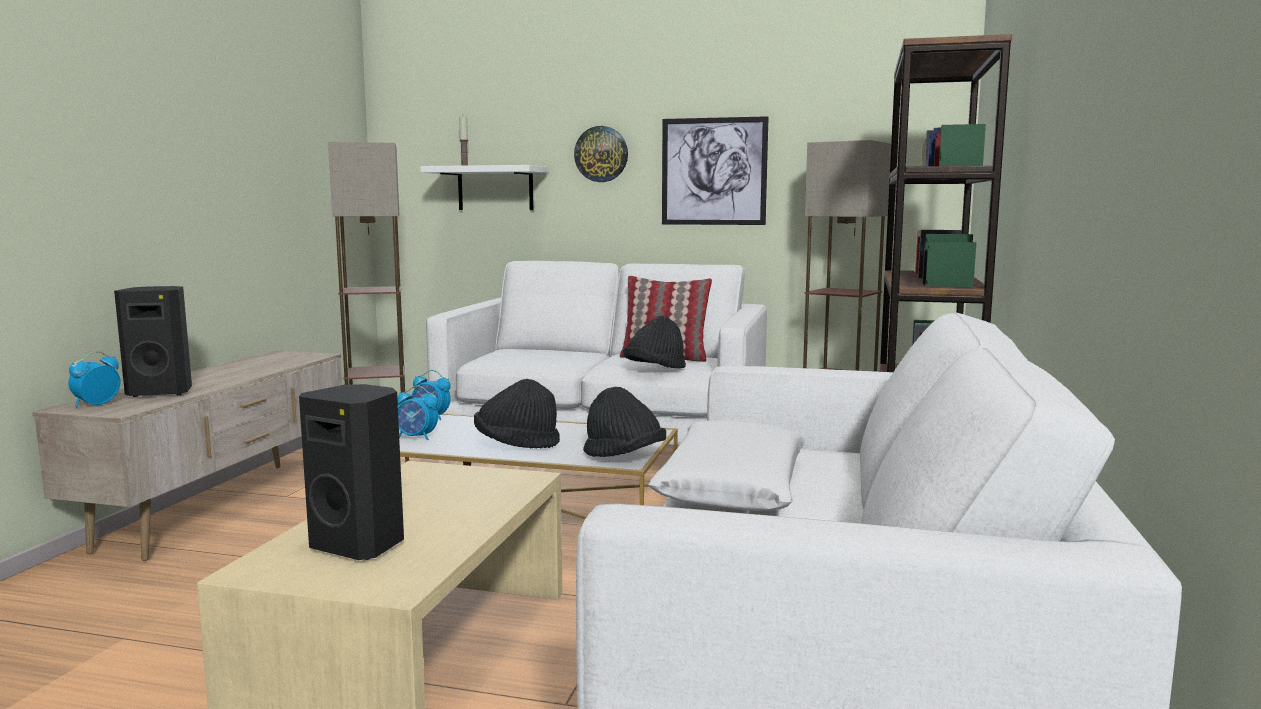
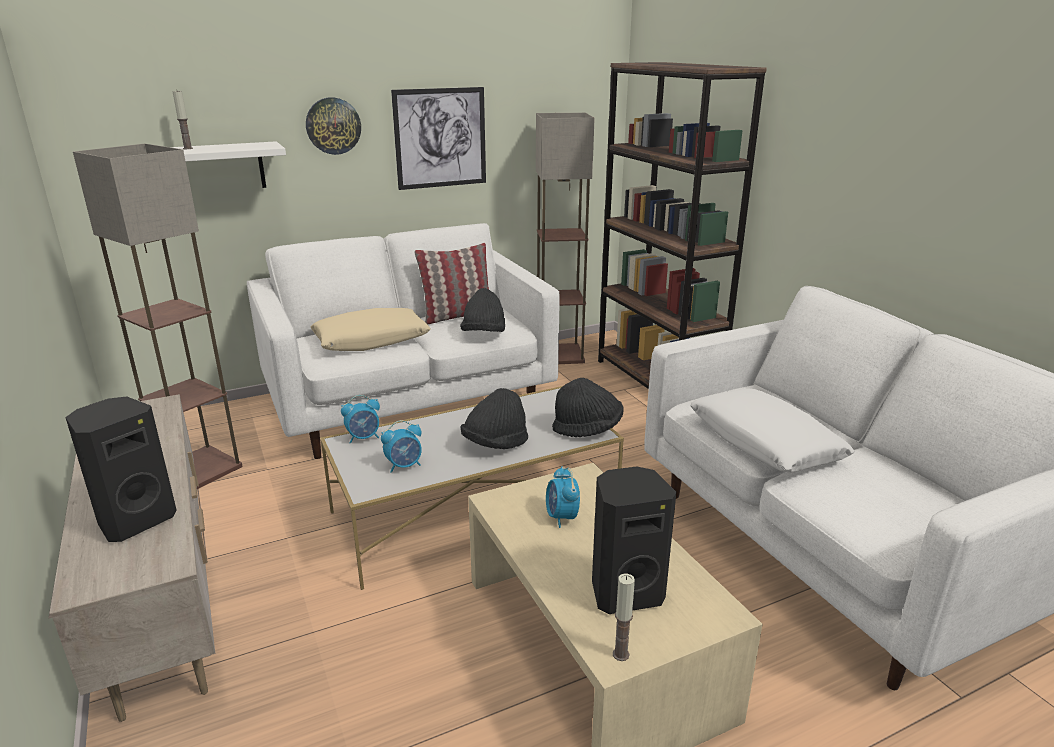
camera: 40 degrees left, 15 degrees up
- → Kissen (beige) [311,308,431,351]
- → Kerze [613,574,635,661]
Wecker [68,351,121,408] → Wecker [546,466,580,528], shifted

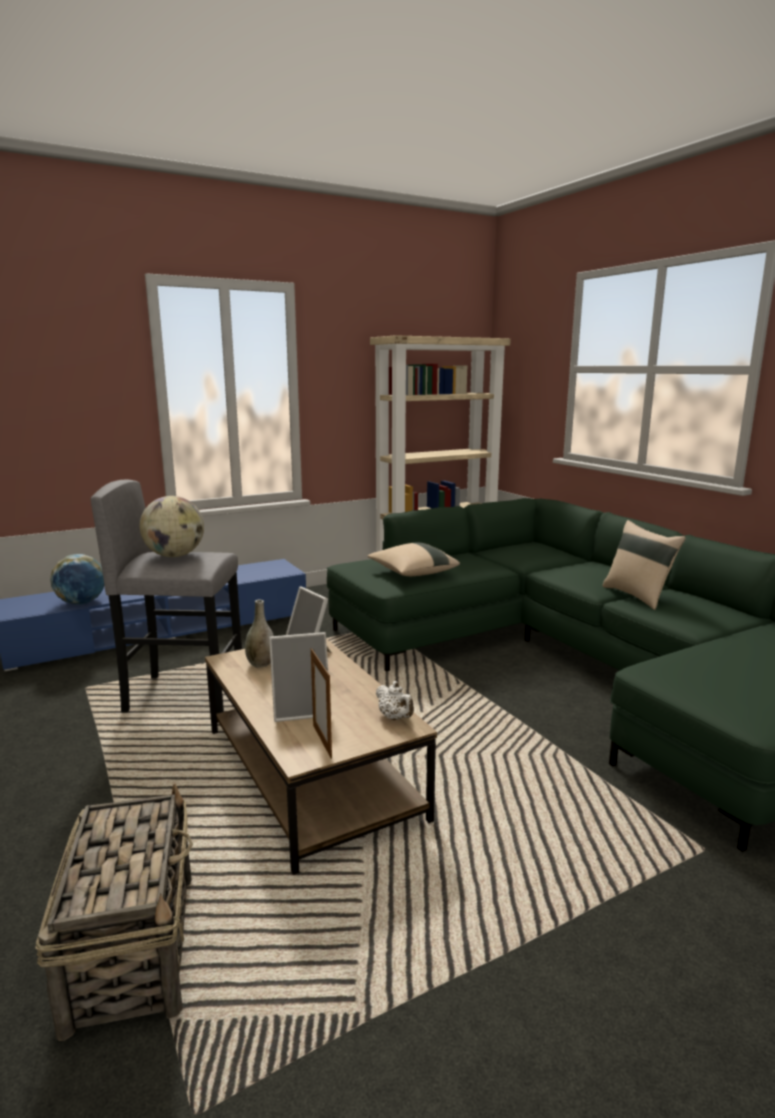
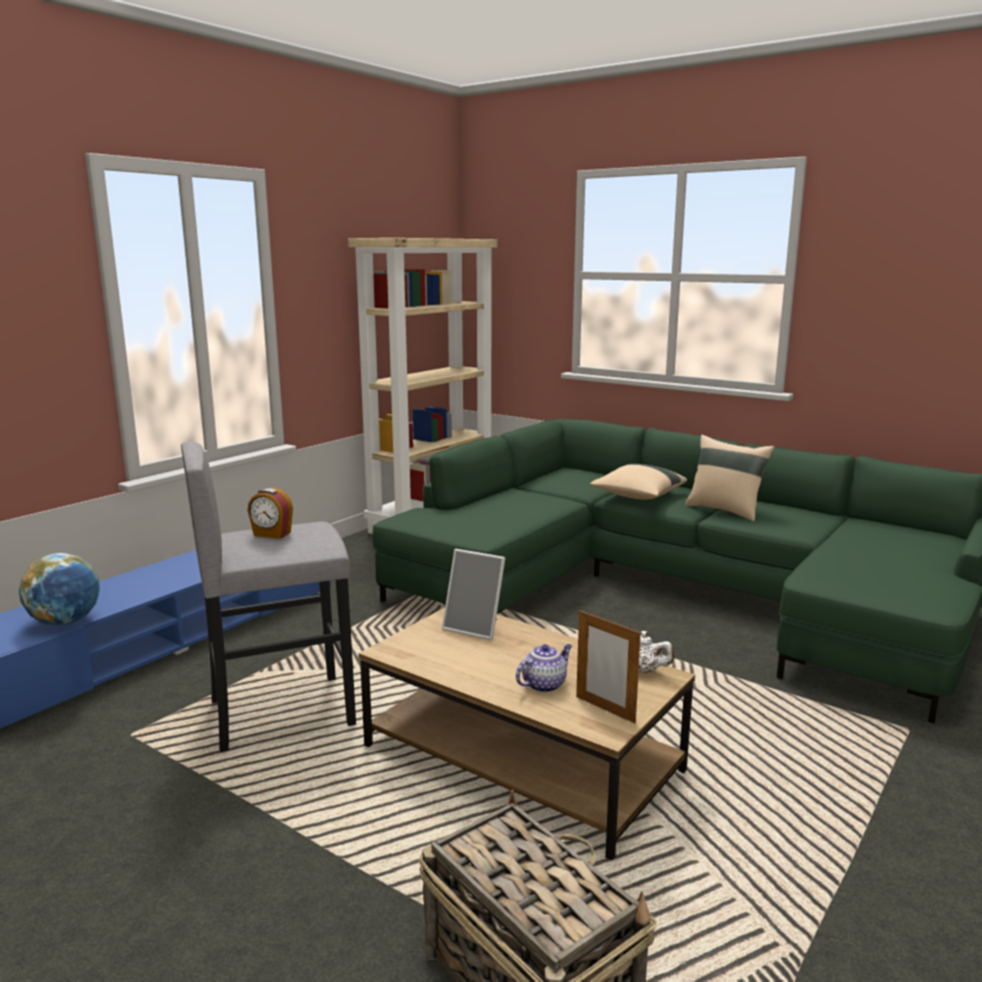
camera: 25 degrees left, 0 degrees up
Vase (grau) [245,599,274,668] → -
Kissen (beige) [367,543,460,576] → Kissen (beige) [590,464,687,500], shifted
Globus [140,496,204,557] → Wecker [247,488,293,539]
Bilderrahmen [269,632,328,722] → Teekanne [516,644,572,693]

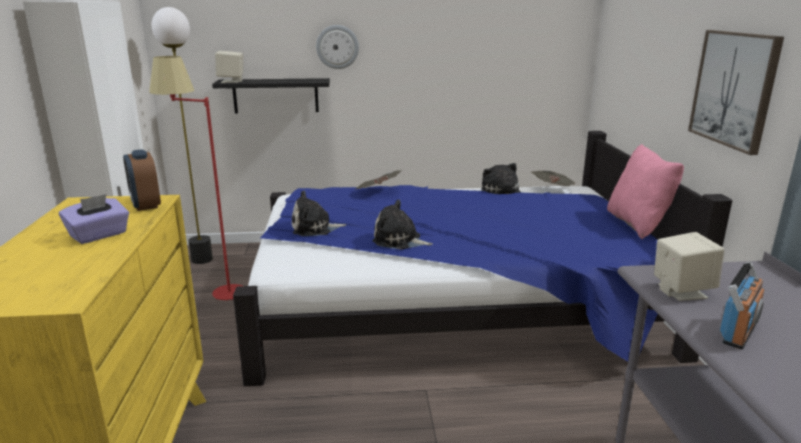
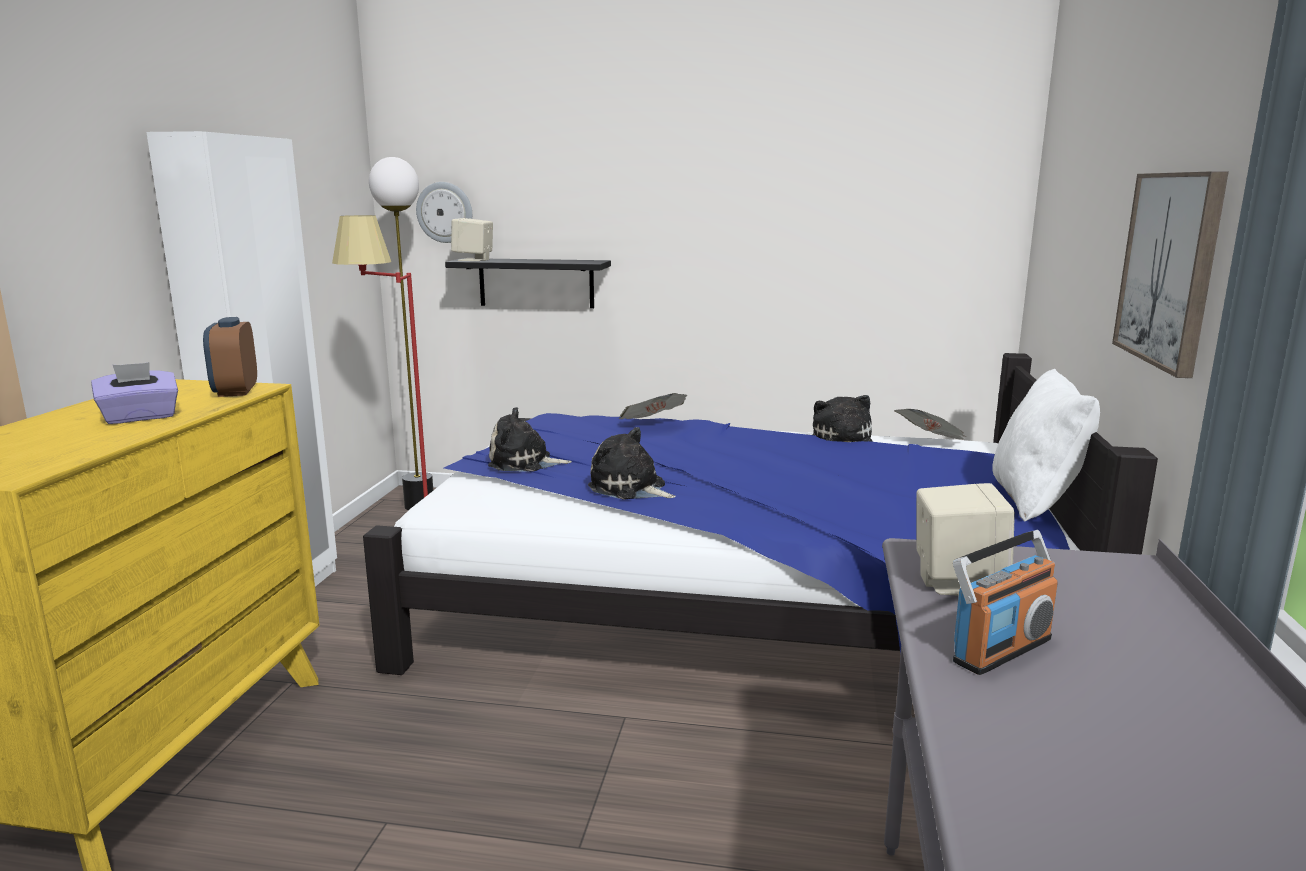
camera: 15 degrees right, 5 degrees down
Wanduhr [316,25,359,69] → Wanduhr [416,182,472,243], shifted
Kissen (rosa) [607,144,684,239] → Kissen (weiß) [992,369,1100,522]

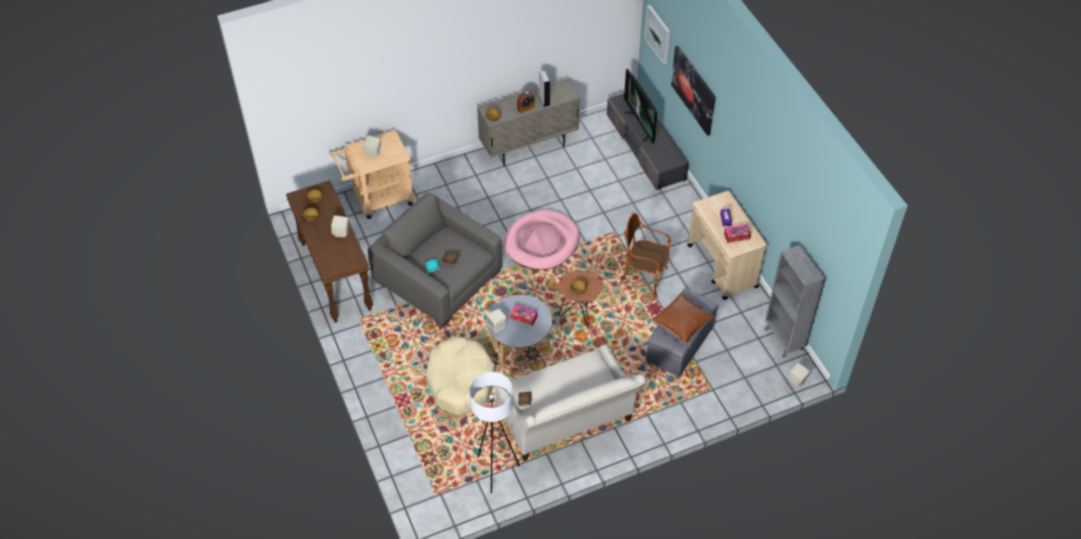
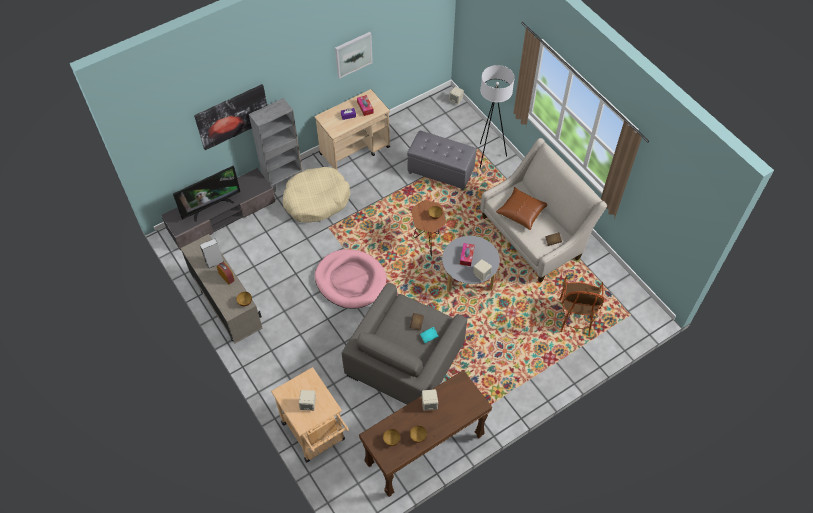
camera: 100 degrees left, 5 degrees up
Hundebett (beige) [426,336,495,415] → Hundebett (beige) [283,167,350,223], shifted
Stehlampe (weiß) [470,372,520,493] → Stehlampe (weiß) [480,65,515,168], shifted
Sessel [619,213,671,297] → Sessel [559,276,604,336], shifted
Bild [645,5,670,65] → Bild [335,32,373,79], shifted
Kissen (braun) [652,293,715,344] → Kissen (braun) [496,187,547,230], shifted
Bücherregal (grau) [764,244,826,358] → Bücherregal (grau) [249,98,303,193], shifted

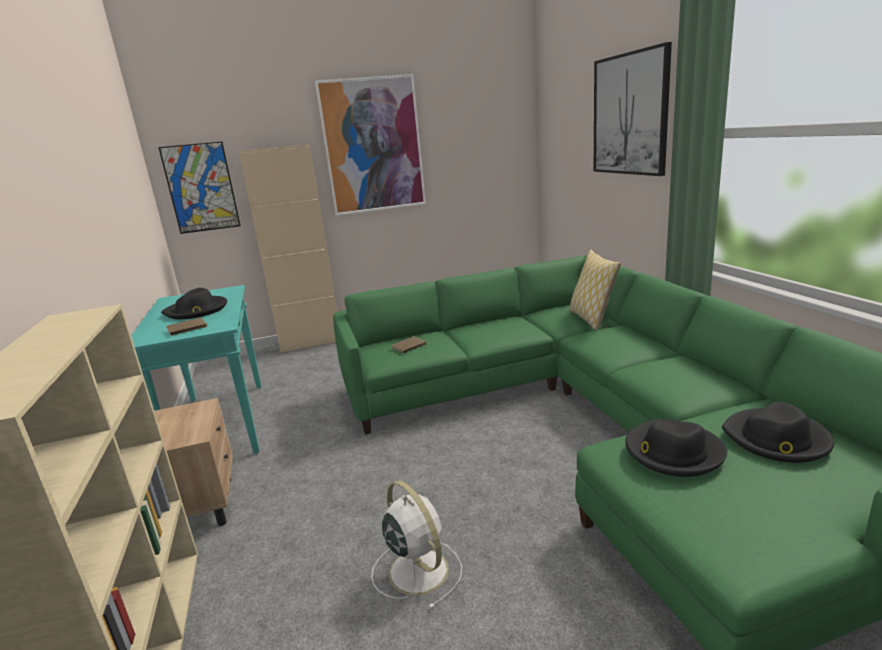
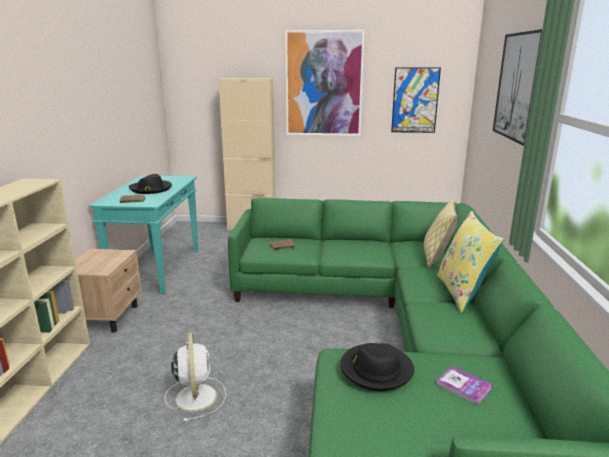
camera: 20 degrees right, 0 degrees up
- → Kissen (gelb) [437,211,504,313]
Bild [158,141,241,234] → Bild [391,67,441,133], shifted
Hut (schwarz) [722,402,834,463] → Buch [436,366,493,405]

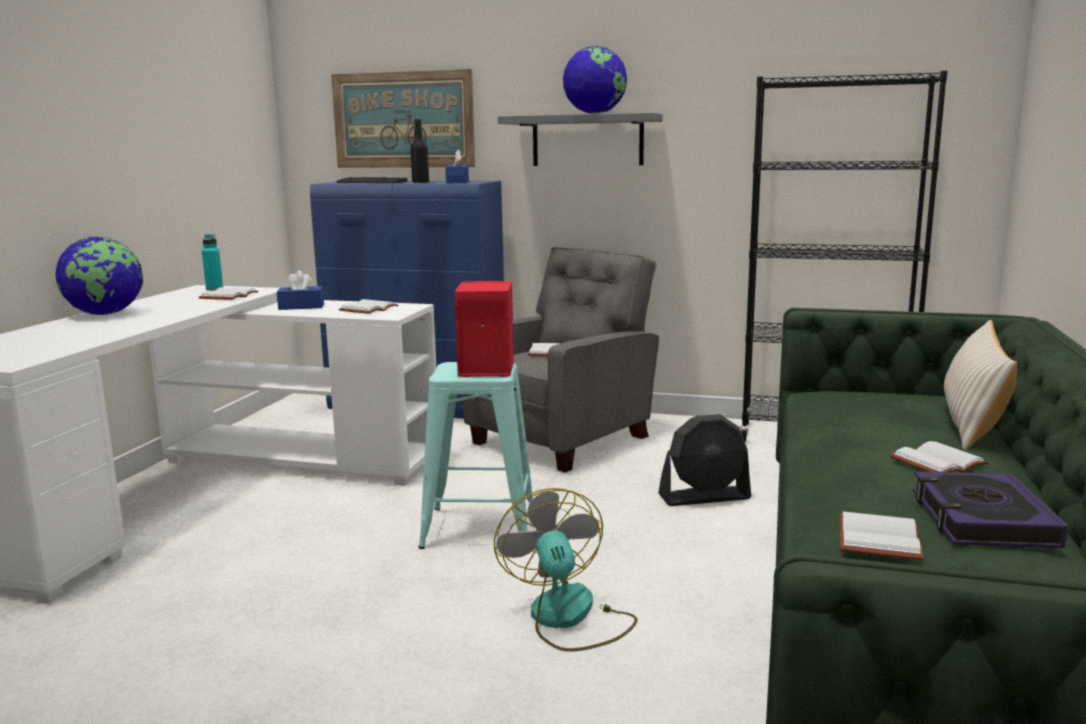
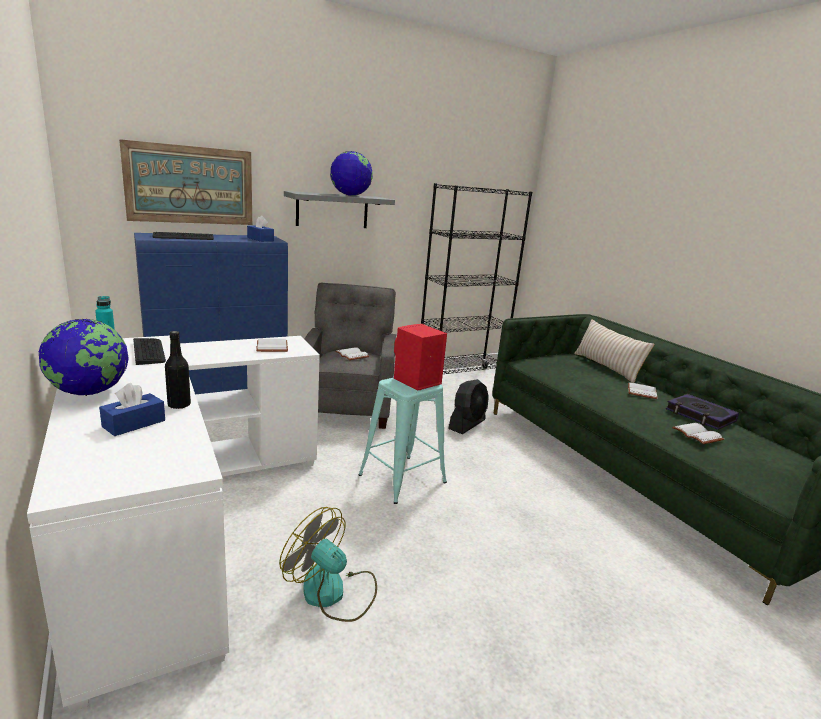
camera: 45 degrees left, 5 degrees up
Taschentuchbox (blau) [277,271,324,310] → Taschentuchbox (blau) [99,383,165,436], shifted
Flasche (schwarz) [410,119,429,183] → Flasche (schwarz) [165,331,191,409], shifted
Ventilator [494,488,637,652] → Ventilator [279,507,377,622], shifted
Buch (weiß) [198,287,258,300] → Tastatur [133,338,166,365]

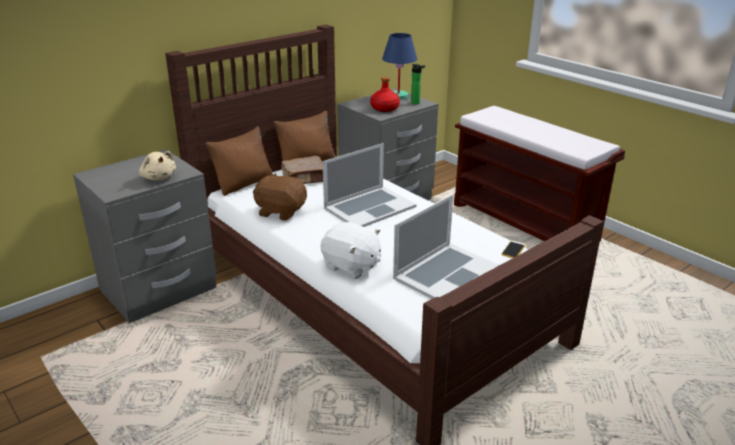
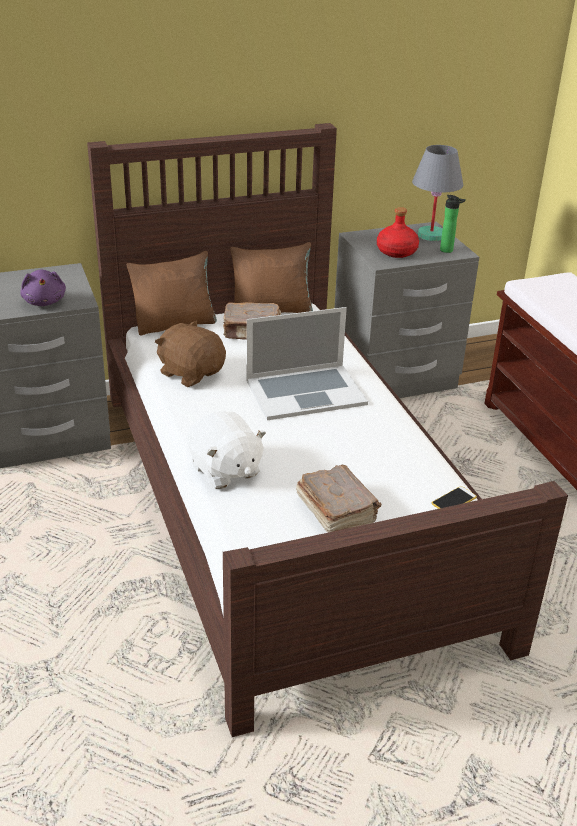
camera: 20 degrees right, 5 degrees up
Laptop [393,195,499,299] → Buch (braun) [296,465,381,532]
Plüschtier (beige) [140,151,176,180] → Plüschtier (lila) [20,270,66,306]
Tischlampe (blau) [382,33,417,100] → Tischlampe (grau) [412,145,463,241]

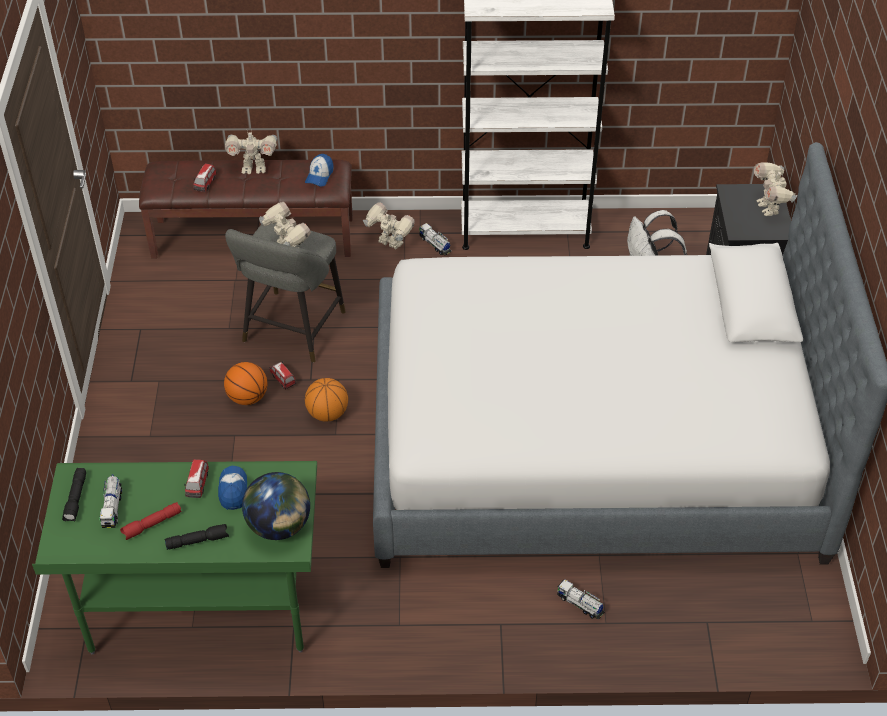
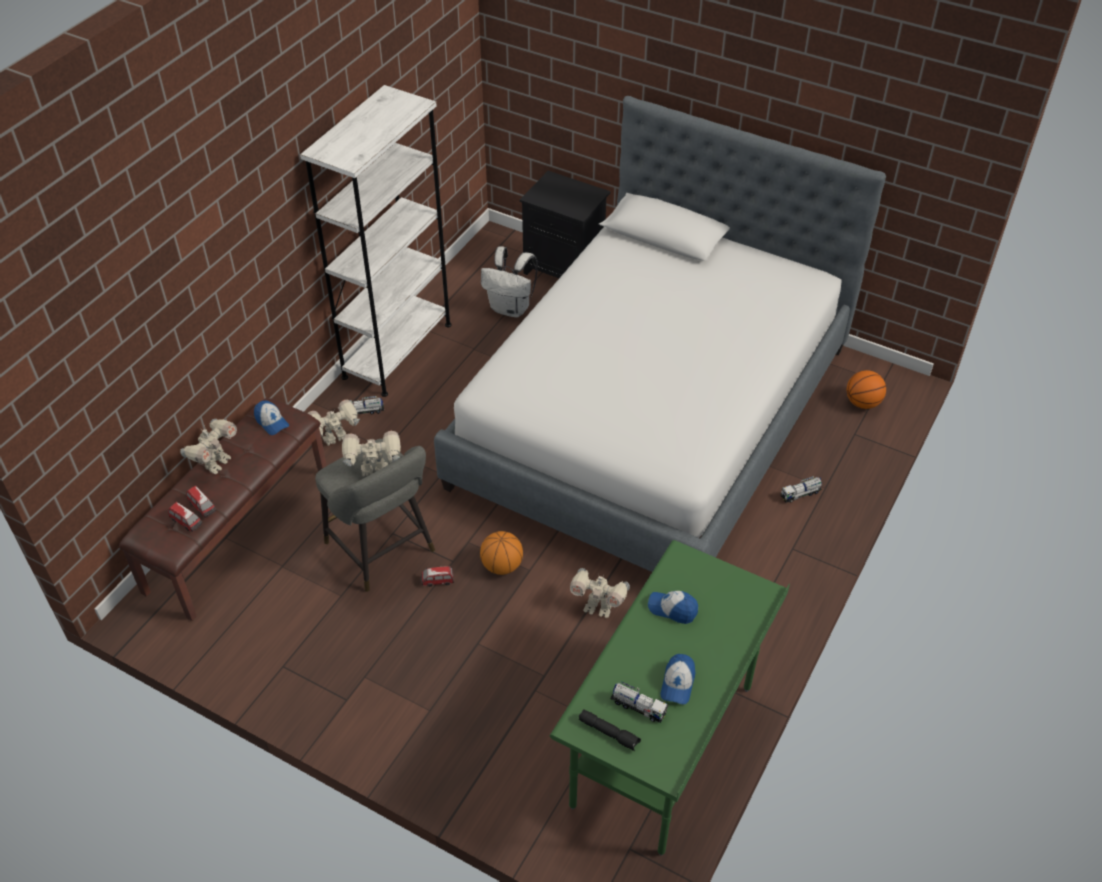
camera: 60 degrees left, 0 degrees up
Taschenlampe (schwarz) [164,524,229,550] → -
Globus [242,472,310,540] → -
Spielzeugauto [184,459,209,498] → Spielzeugauto [168,502,202,532], shifted
Basketball [224,362,267,405] → Basketball [847,370,886,409], shifted
Spielzeugroboter [754,162,797,216] → Spielzeugroboter [570,568,630,618], shifted
Taschenlampe (rot) [120,502,182,540] → Kappe [660,654,695,705]

